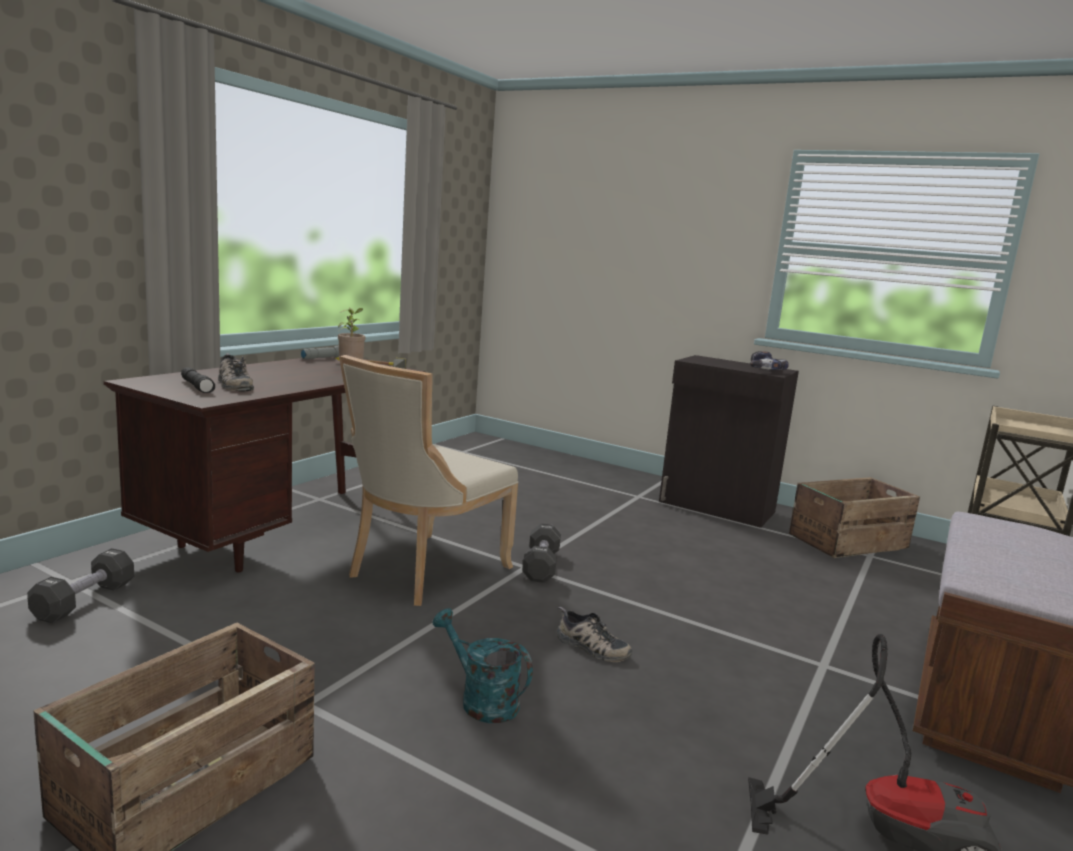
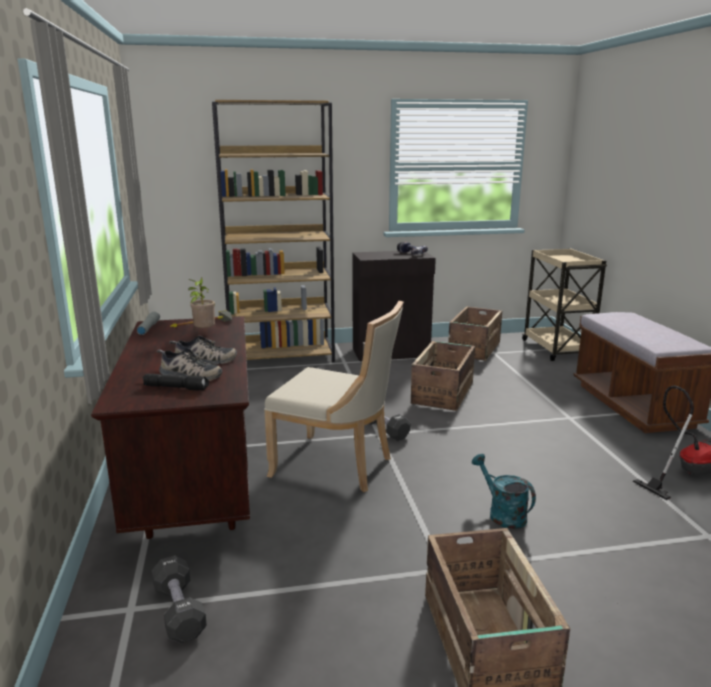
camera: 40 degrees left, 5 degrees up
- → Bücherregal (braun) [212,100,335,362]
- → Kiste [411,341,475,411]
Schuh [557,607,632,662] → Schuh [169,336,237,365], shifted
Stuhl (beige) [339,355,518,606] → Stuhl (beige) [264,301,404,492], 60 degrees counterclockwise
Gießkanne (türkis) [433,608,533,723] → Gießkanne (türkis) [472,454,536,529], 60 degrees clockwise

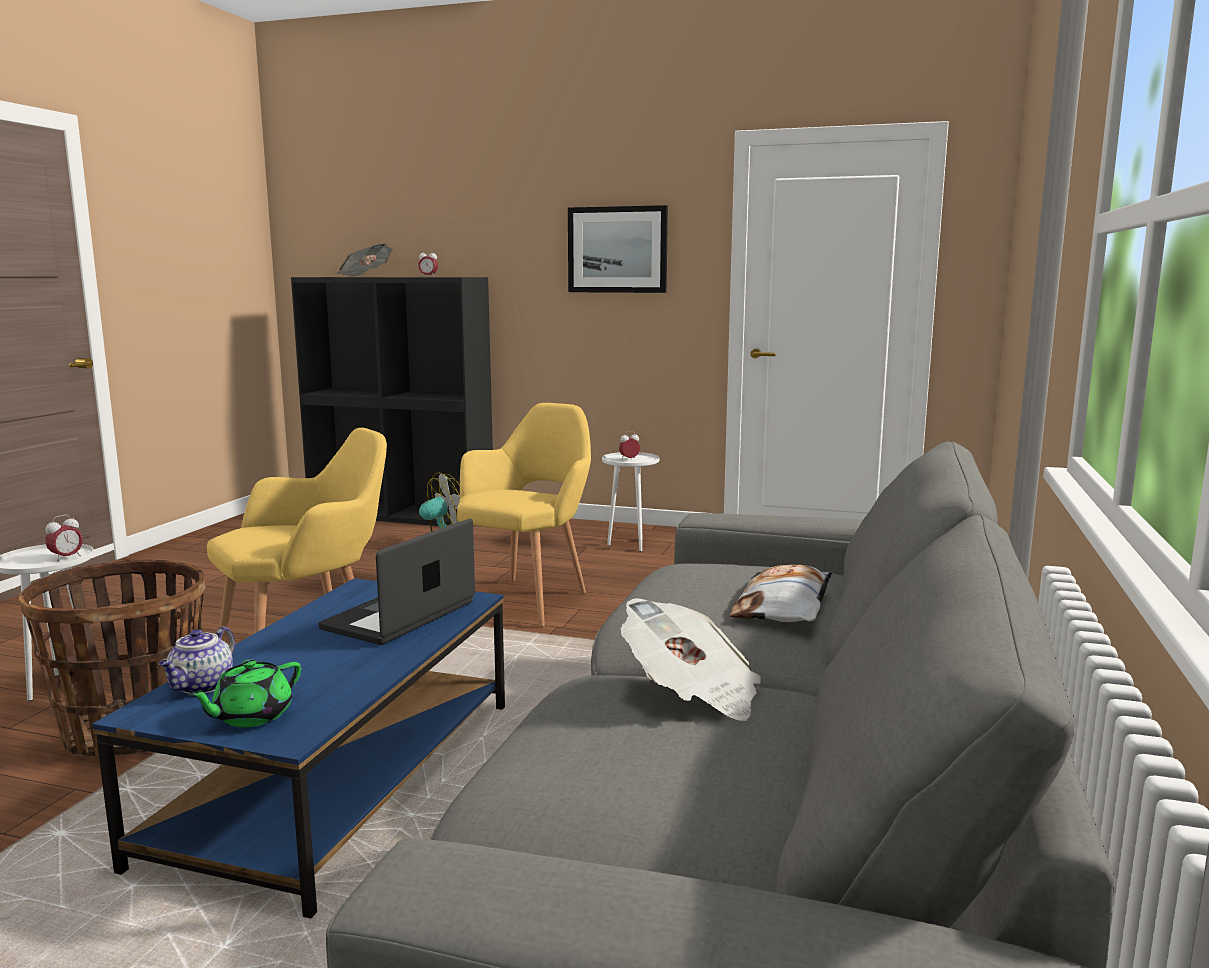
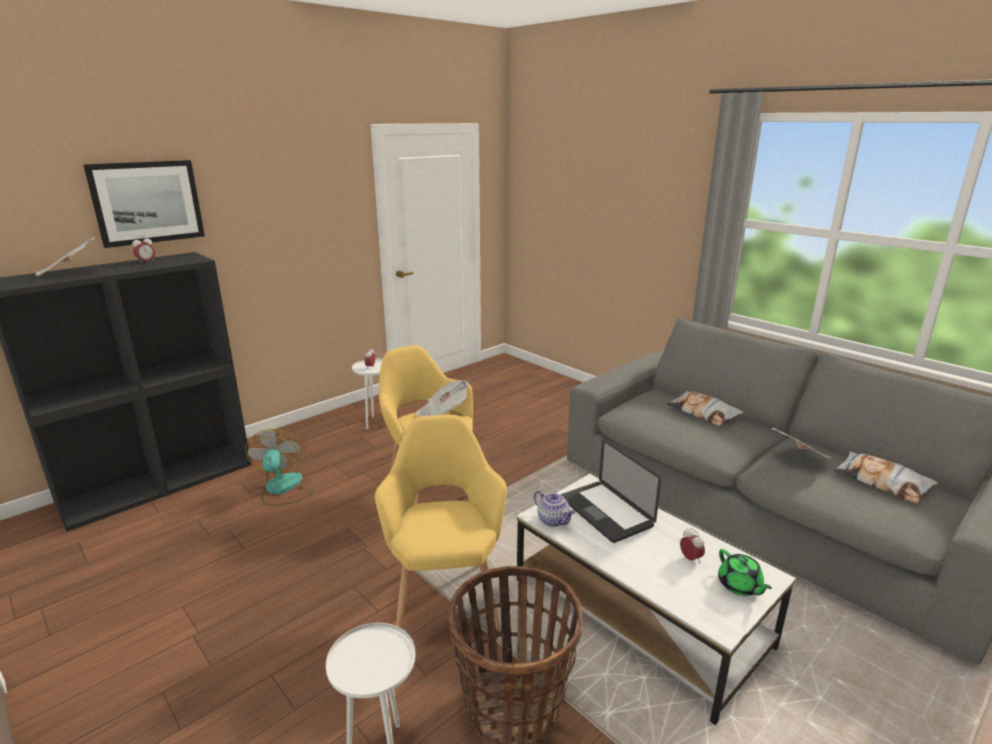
camera: 60 degrees left, 10 degrees up
- → Zeitung [416,381,469,417]
- → Kissen [834,451,938,504]
Wecker [45,515,83,562] → Wecker [680,528,705,563], shifted
Teekanne [159,627,235,694] → Teekanne [534,490,575,527], shifted
Bild [568,205,668,293] → Bild [83,160,205,248], shifted
Couchtisch (blau) [92,579,505,919] → Couchtisch (weiß) [517,474,796,725]

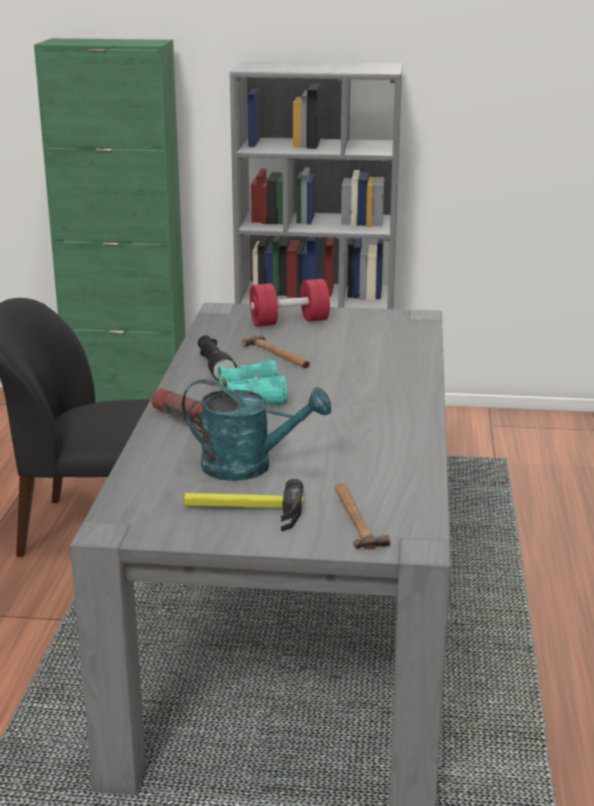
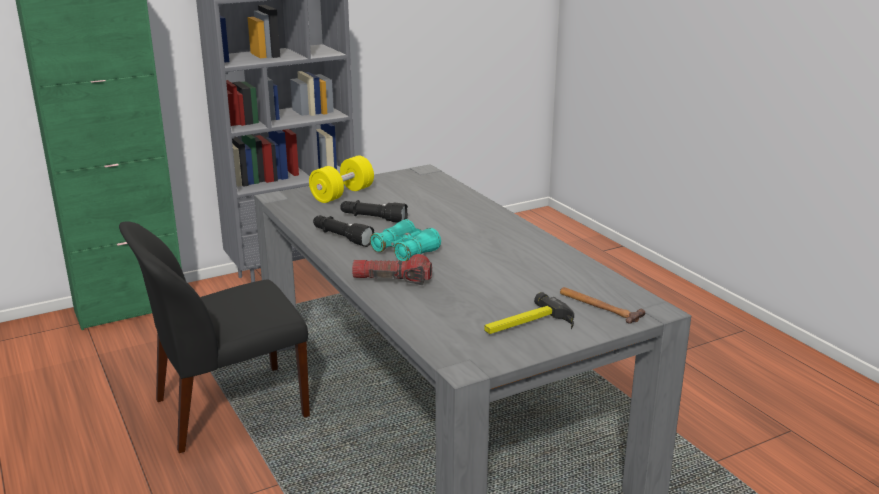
camera: 35 degrees left, 0 degrees up
Gießkanne (türkis) [182,379,331,481] → -
Hammer [242,336,310,368] → Taschenlampe (schwarz) [340,200,408,223]
Hantel (rot) [250,279,330,327] → Hantel (gelb) [309,155,374,203]

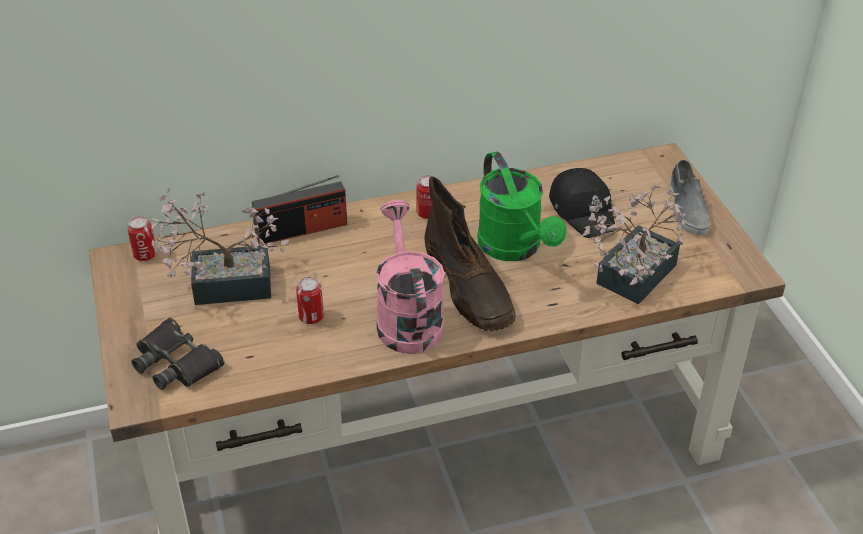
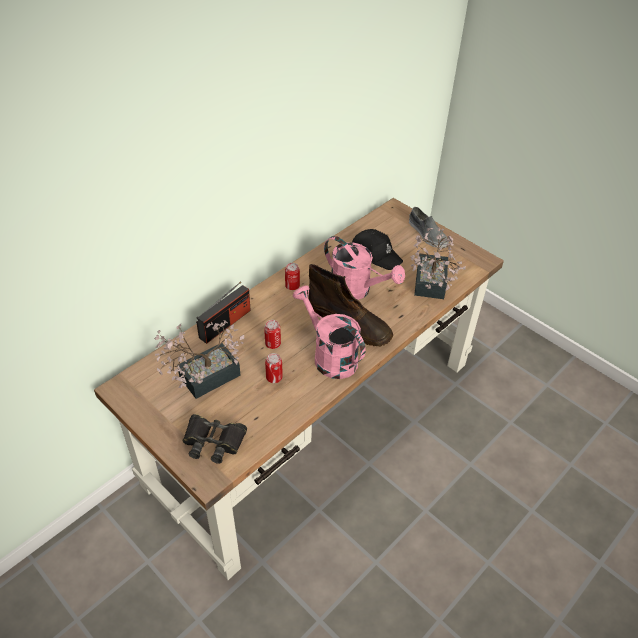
camera: 30 degrees left, 5 degrees up
Dose [127,216,157,261] → Dose [264,320,281,349], shifted
Gießkanne (grün) [477,152,566,261] → Gießkanne (rosa) [324,236,405,300]

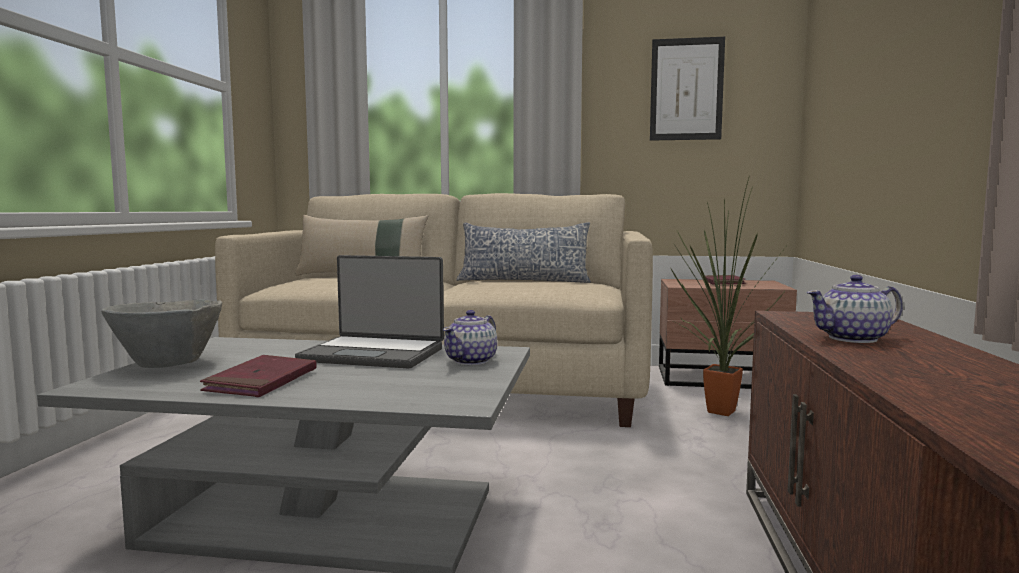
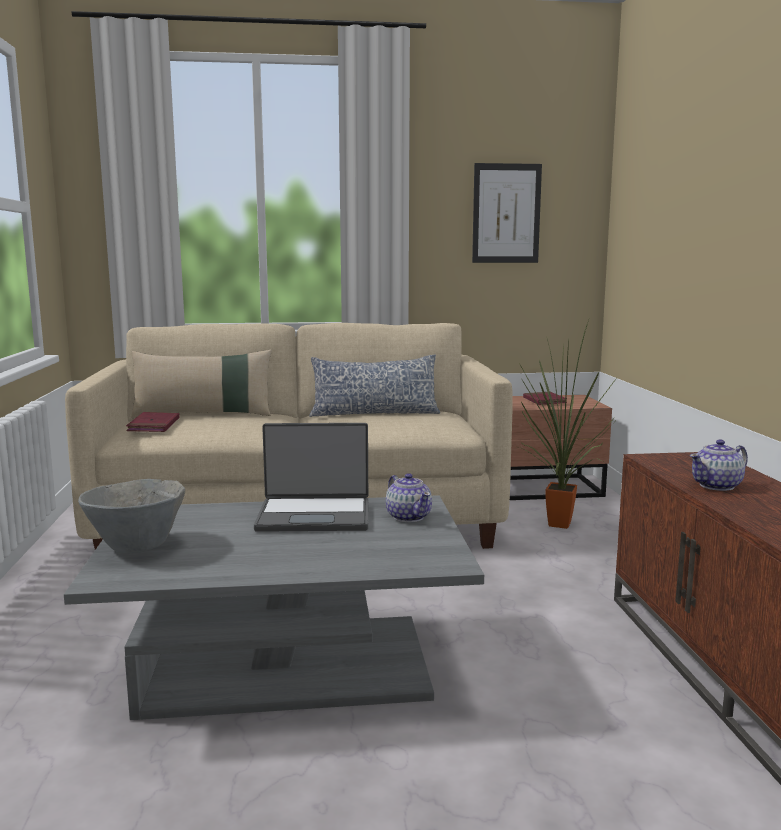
camera: 15 degrees left, 5 degrees up
Buch (rot) [200,355,317,397] → Buch (rot) [126,412,180,432], shifted
Teekanne [443,310,498,365] → Teekanne [386,473,432,522], 45 degrees counterclockwise

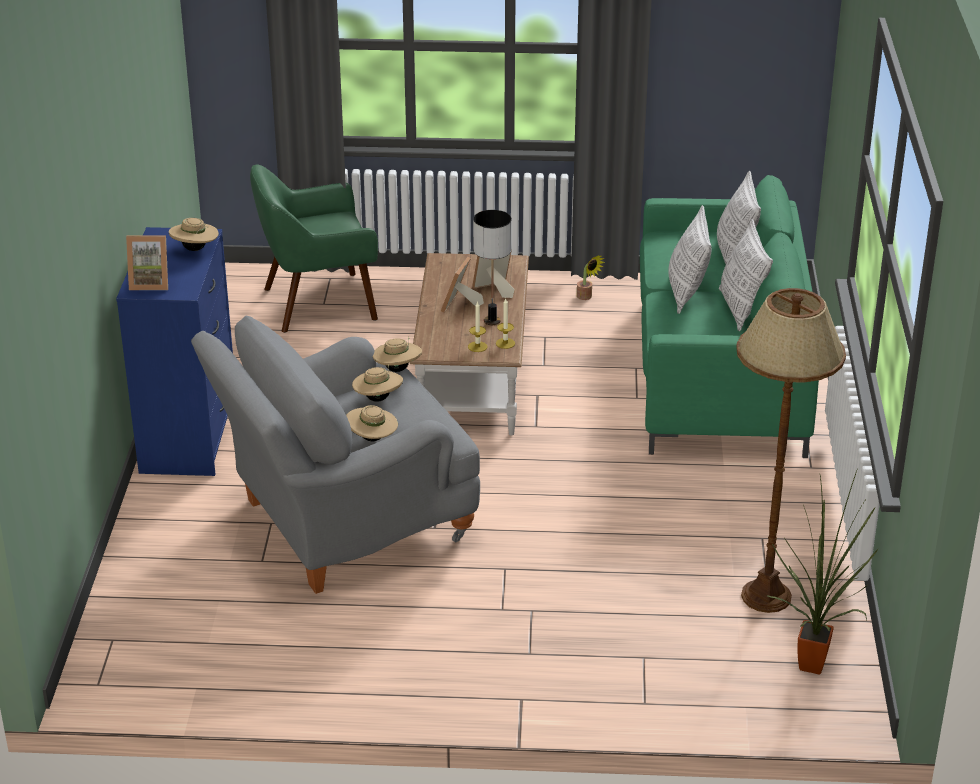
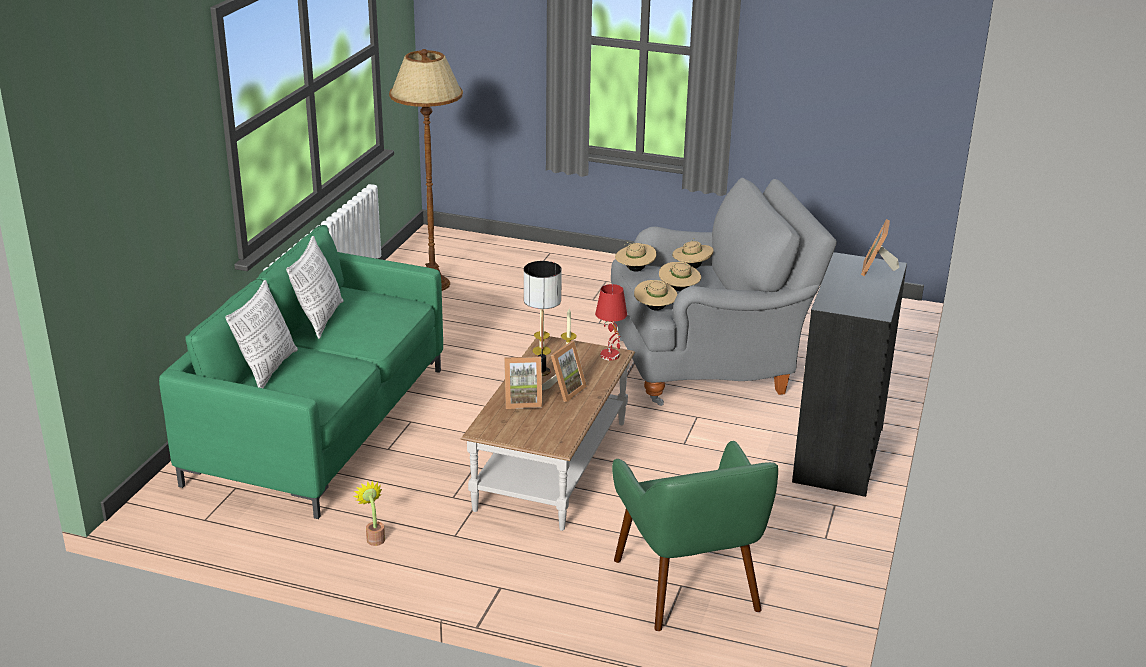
camera: 165 degrees left, 5 degrees down
Kissen [668,205,712,314] → -
Topfpflanze [766,468,879,674] → -
- → Tischlampe (rot) [595,284,627,360]
Hut (beige) [169,218,219,251] → Hut (beige) [615,242,657,272], shifted
Kommode (blau) [116,227,233,476] → Kommode (schwarz) [792,252,907,497]
Bilderrahmen [126,235,168,290] → Bilderrahmen [861,219,899,276], 90 degrees counterclockwise
Sessel (grün) [250,164,378,333] → Sessel (grün) [612,441,778,631], 75 degrees clockwise

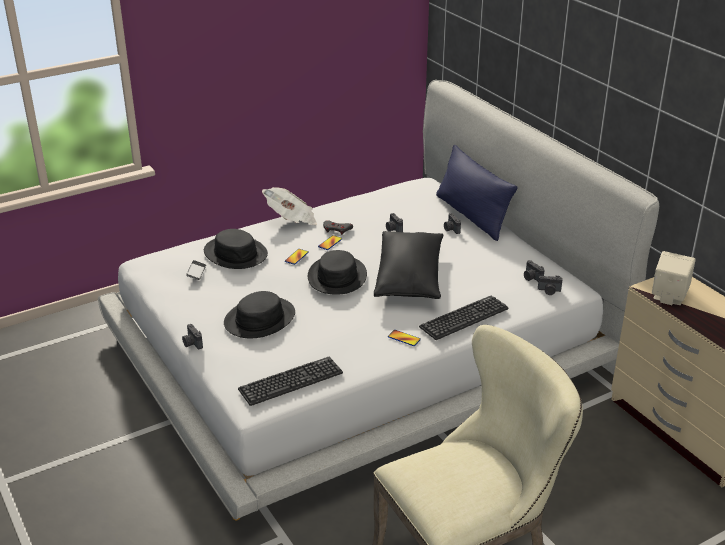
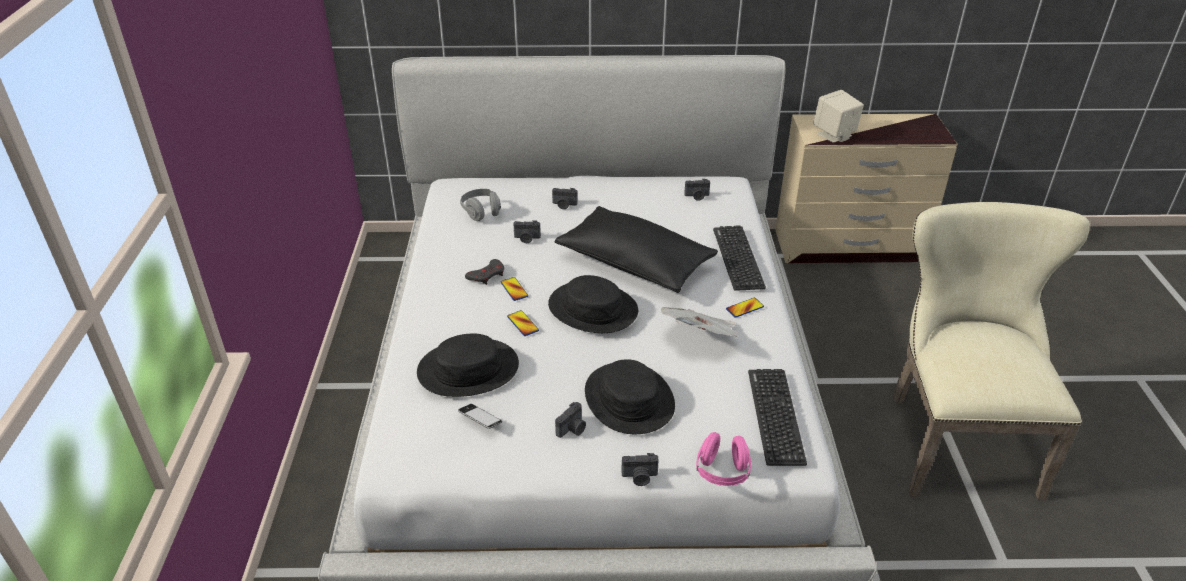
camera: 60 degrees left, 5 degrees up
Kissen (blau) [436,145,518,241] → -
- → Kopfhörer (grau) [460,189,501,221]
- → Kopfhörer (rosa) [696,432,751,486]
Zeitung [262,187,317,225] → Zeitung [661,307,738,337], shifted
Kamera [538,276,563,295] → Kamera [555,402,586,438], shifted

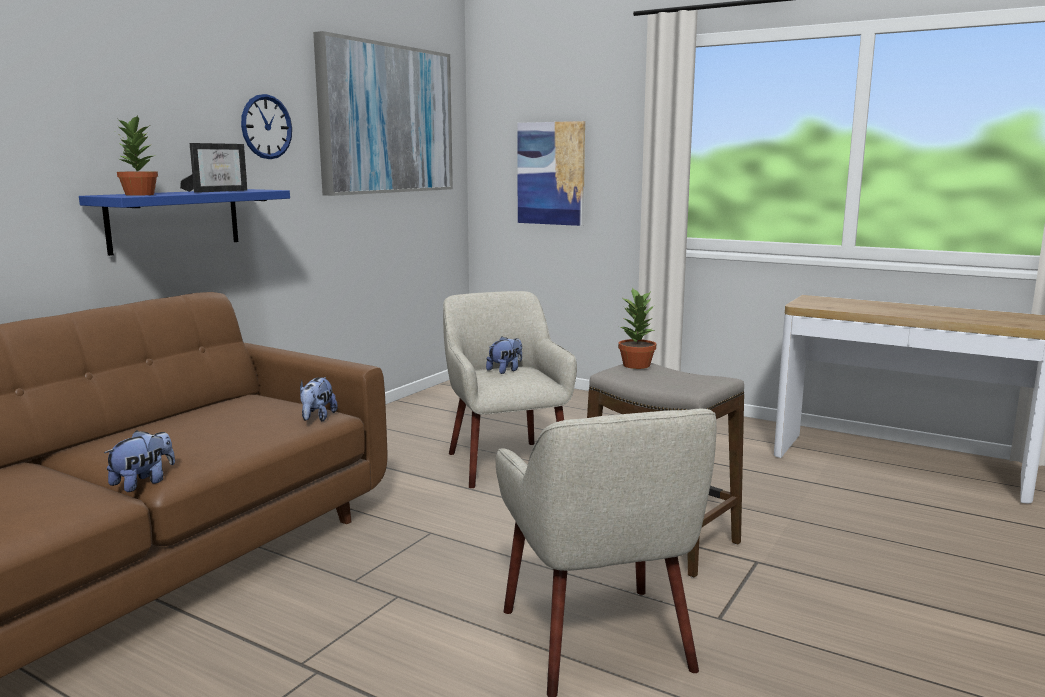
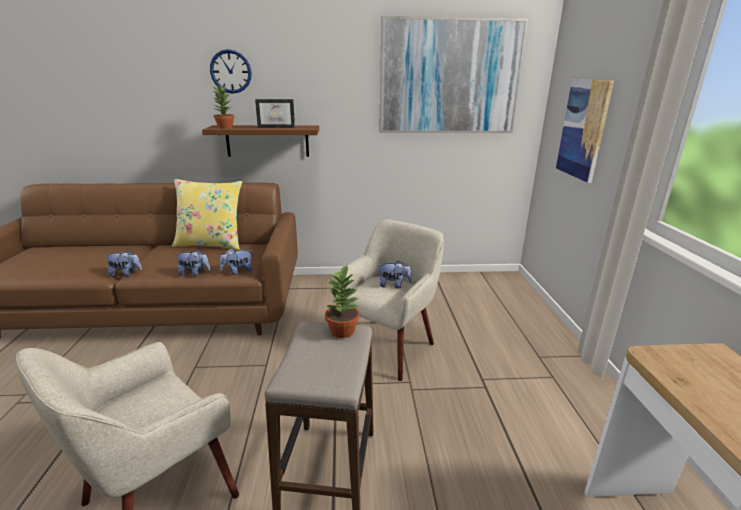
camera: 55 degrees right, 10 degrees up
- → Kissen (gelb) [172,179,242,250]
- → Plüschtier [176,249,210,276]
Wanduhr [241,94,292,159] → Wanduhr [210,49,252,94], shifted
Wandregal (blau) [79,189,290,256] → Wandregal (braun) [202,125,319,157]

